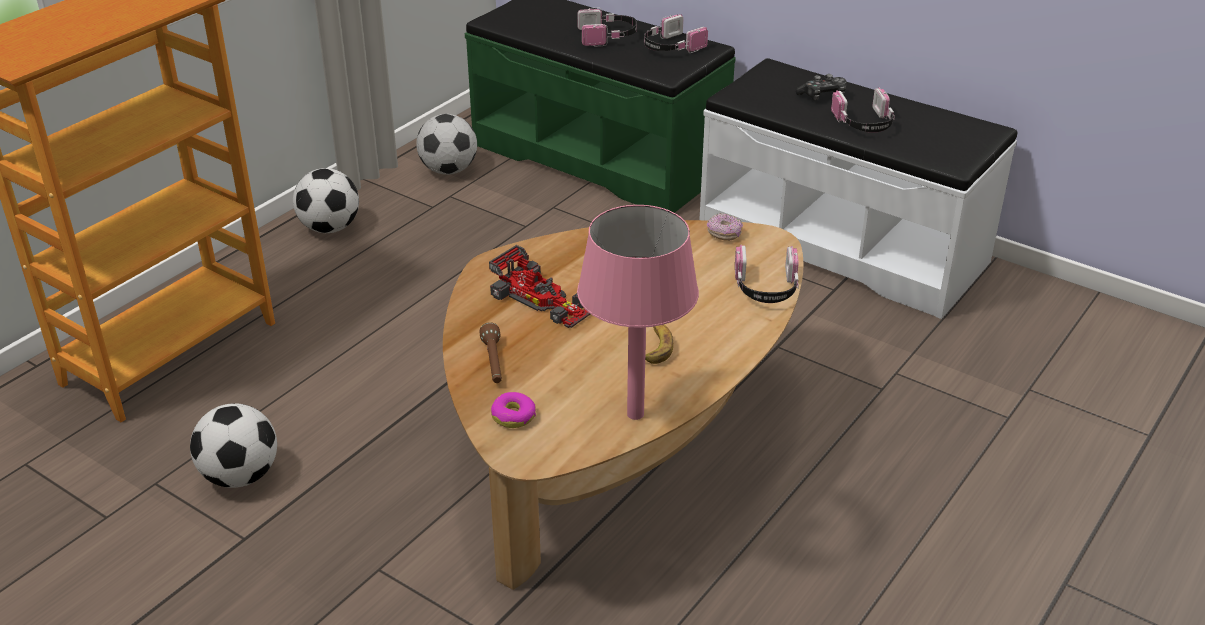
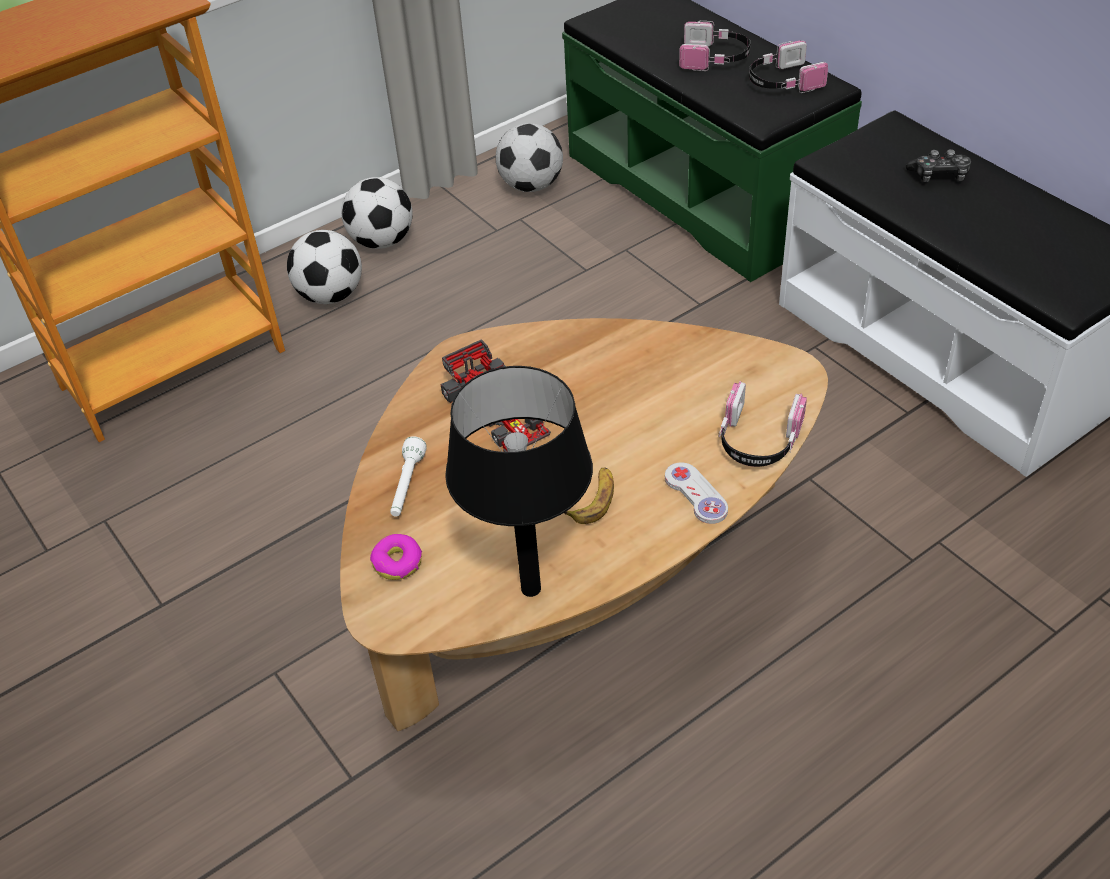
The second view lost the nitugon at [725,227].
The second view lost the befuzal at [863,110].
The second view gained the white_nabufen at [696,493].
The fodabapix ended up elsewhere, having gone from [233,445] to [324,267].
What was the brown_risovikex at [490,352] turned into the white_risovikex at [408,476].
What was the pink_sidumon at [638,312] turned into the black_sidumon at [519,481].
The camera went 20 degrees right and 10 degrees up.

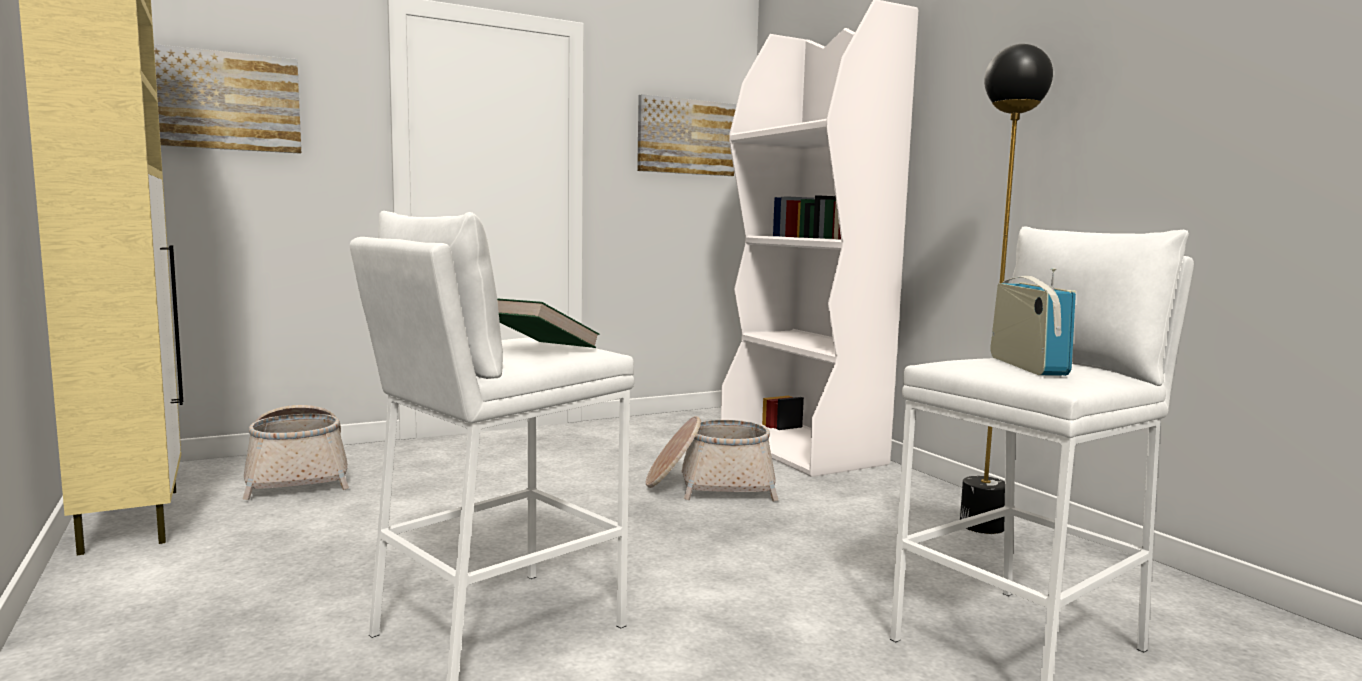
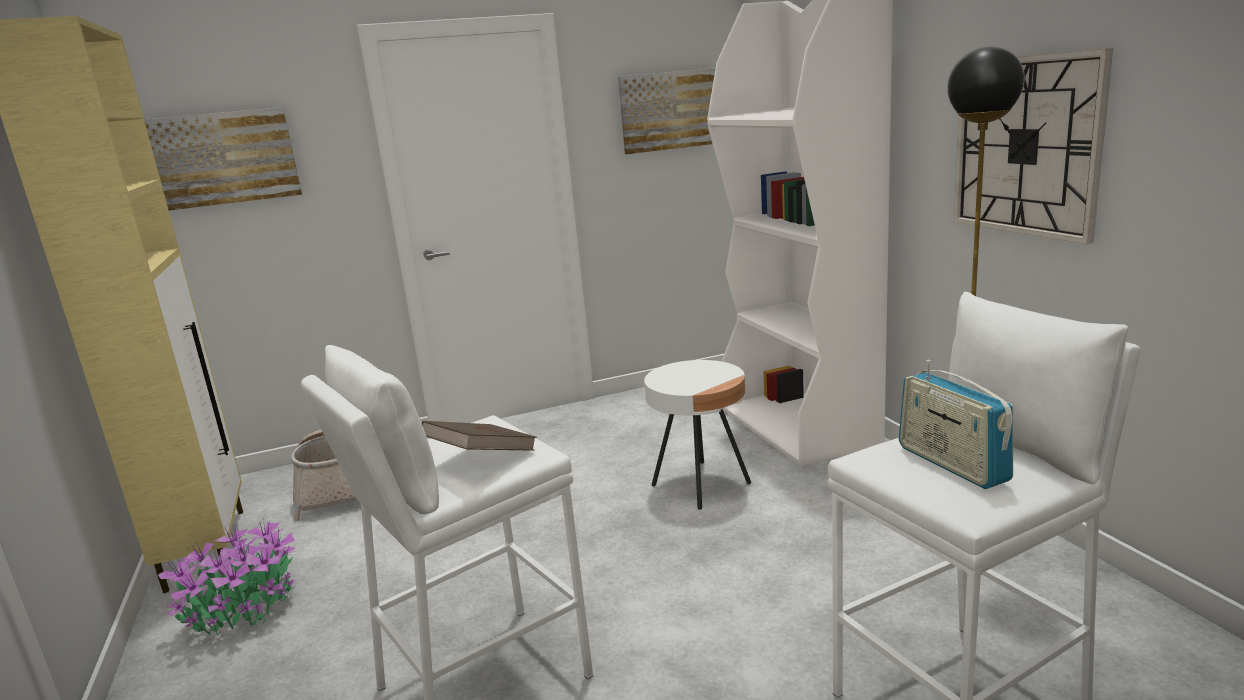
The second view gained the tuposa at [227,577].
The second view gained the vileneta at [1033,146].
Where the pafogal stood at [712,459], the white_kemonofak came to stand at [697,435].
What was the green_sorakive at [548,323] turned into the brown_sorakive at [479,436].
The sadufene at [1033,322] ended up facing another way, 150 degrees clockwise from before.
The camera went 10 degrees right and 10 degrees up.

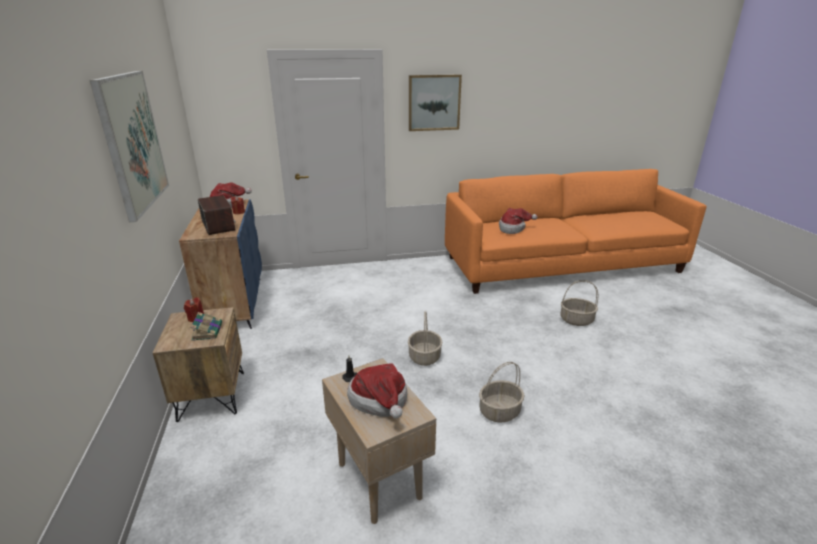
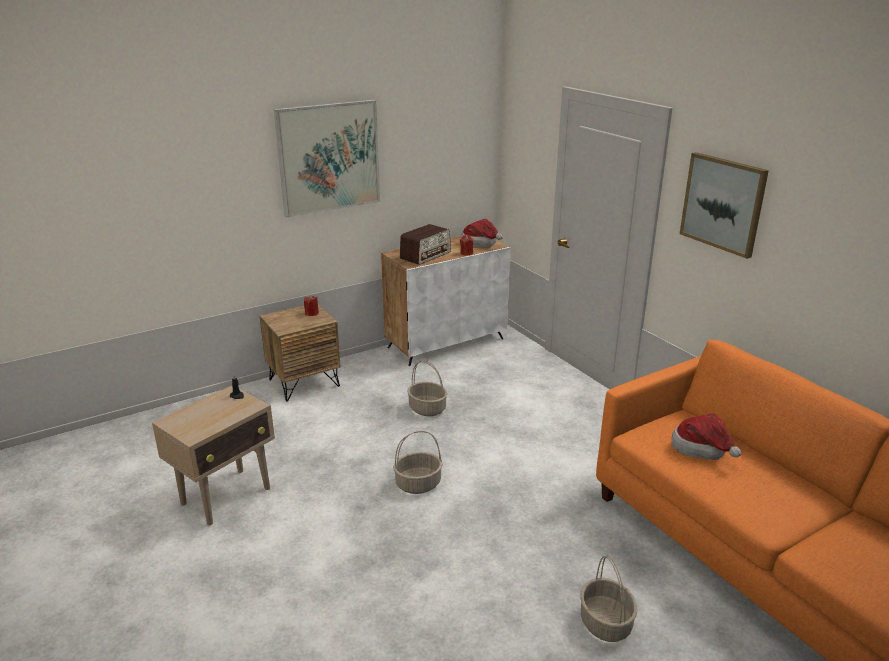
The second view lost the sorakive at [206,326].
The second view lost the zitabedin at [377,390].
The pafogal ended up elsewhere, having gone from [502,392] to [427,388].
What was the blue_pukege at [220,264] turned into the white_pukege at [446,301].
The camera went 70 degrees right and 0 degrees up.

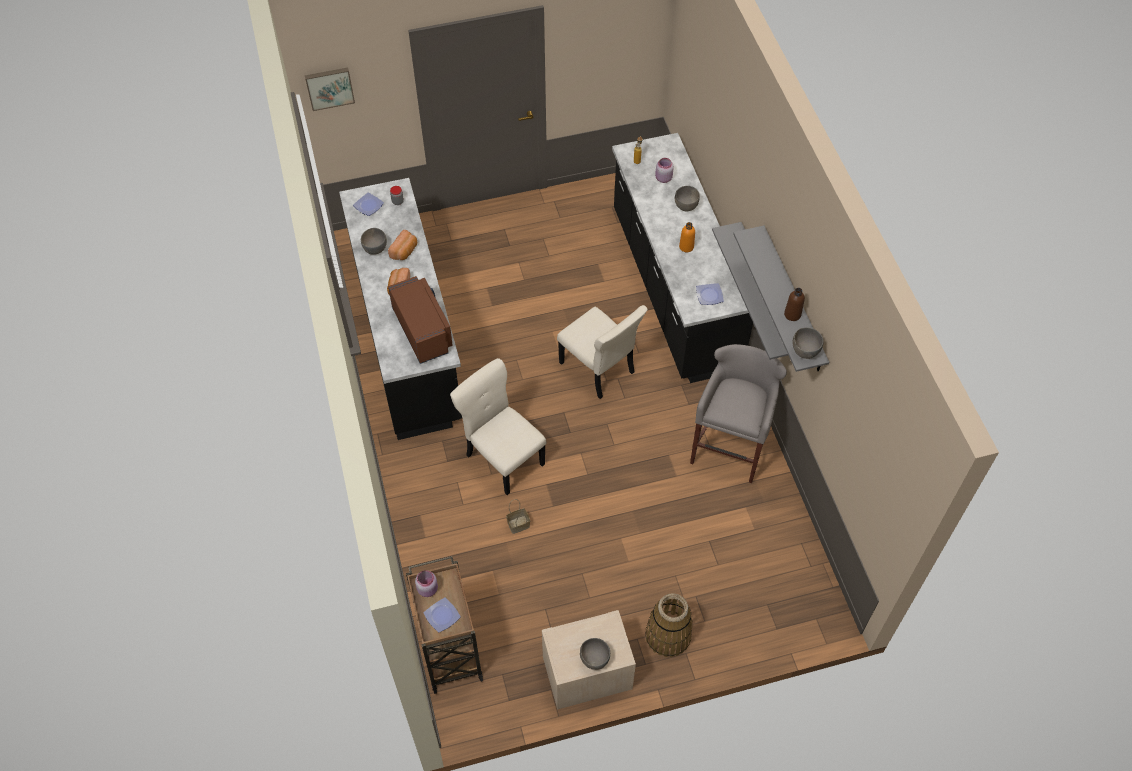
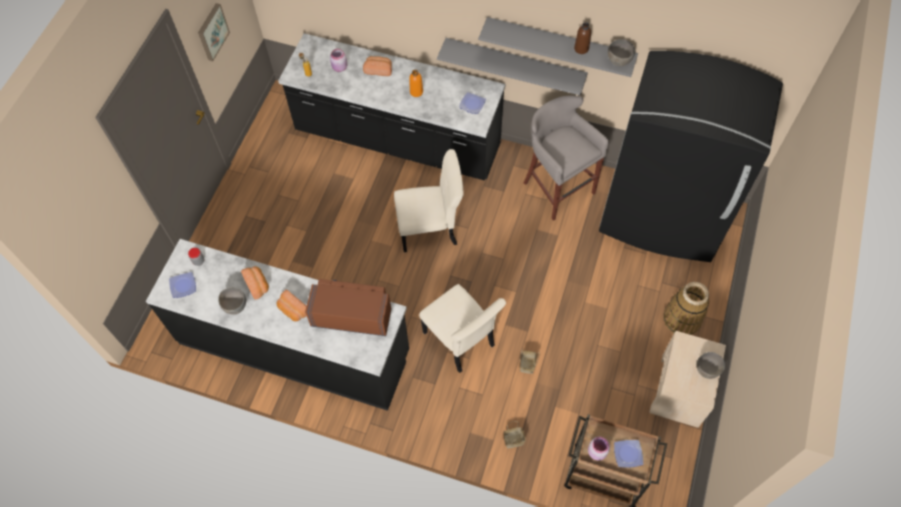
The second view gained the pafogal at [515,434].
The second view gained the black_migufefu at [691,156].
The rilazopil ended up elsewhere, having gone from [330,89] to [214,32].
Where the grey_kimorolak stood at [687,198], the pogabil came to stand at [377,66].
The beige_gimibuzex at [498,426] ended up facing another way, 120 degrees counterclockwise from before.
The camera went 55 degrees left and 5 degrees up.

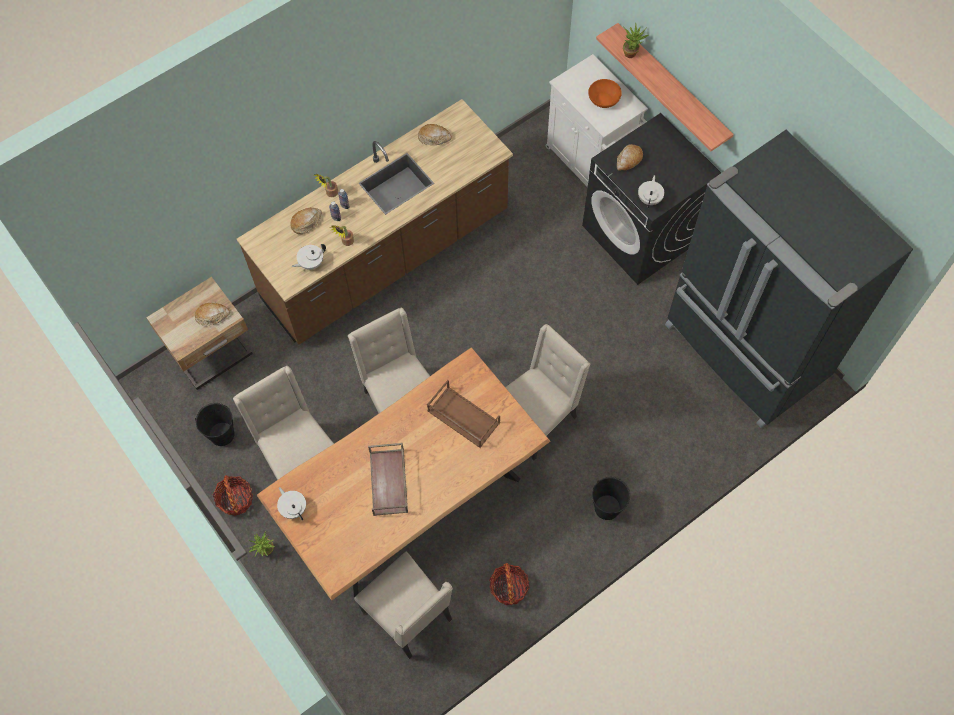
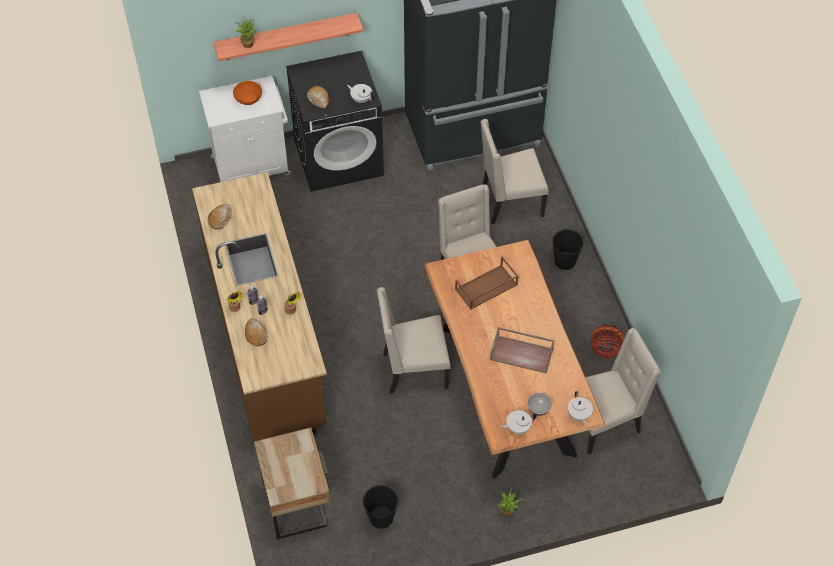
The second view lost the pogabil at [212,314].
The second view lost the pafogal at [233,495].
The second view gained the kimorolak at [539,404].
The beige_gimibuzex ended up elsewhere, having gone from [283,423] to [515,171].
The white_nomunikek ended up elsewhere, having gone from [309,257] to [580,408].
The camera went 70 degrees left and 10 degrees down.

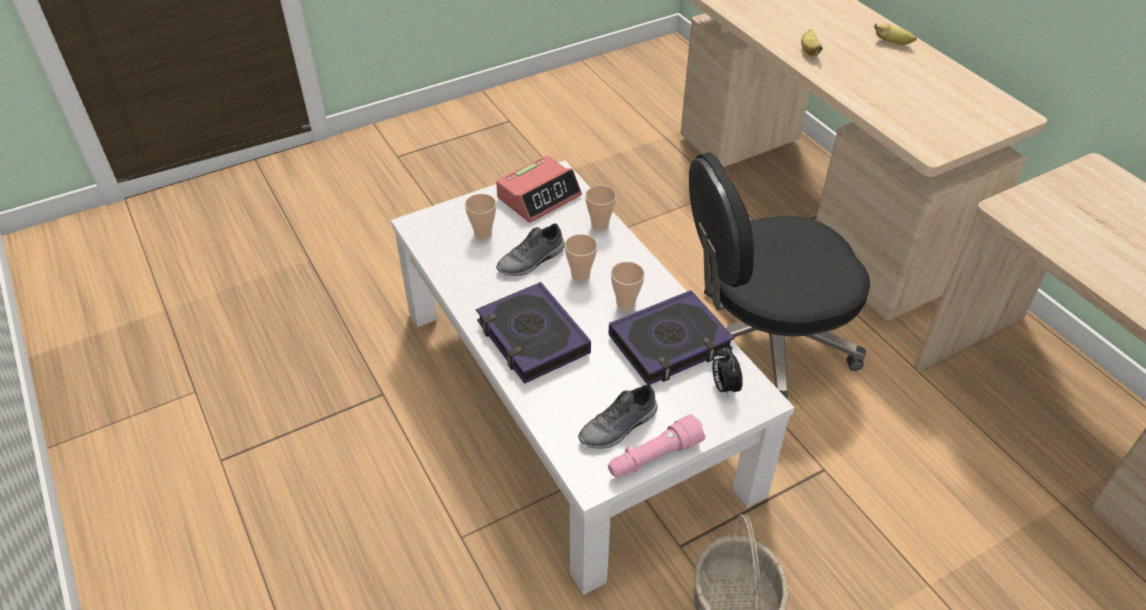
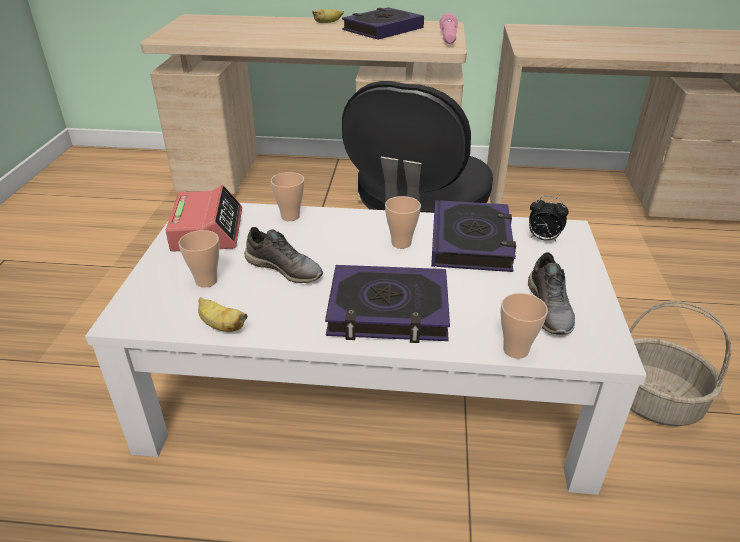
The second view gained the sorakive at [383,23].
The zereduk ended up elsewhere, having gone from [581,258] to [524,326].
The pink_risovikex ended up elsewhere, having gone from [656,445] to [449,28].
The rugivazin ended up elsewhere, having gone from [812,42] to [222,314].
The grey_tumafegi at [530,250] ended up facing another way, 60 degrees counterclockwise from before.
The camera went 55 degrees left and 10 degrees down.

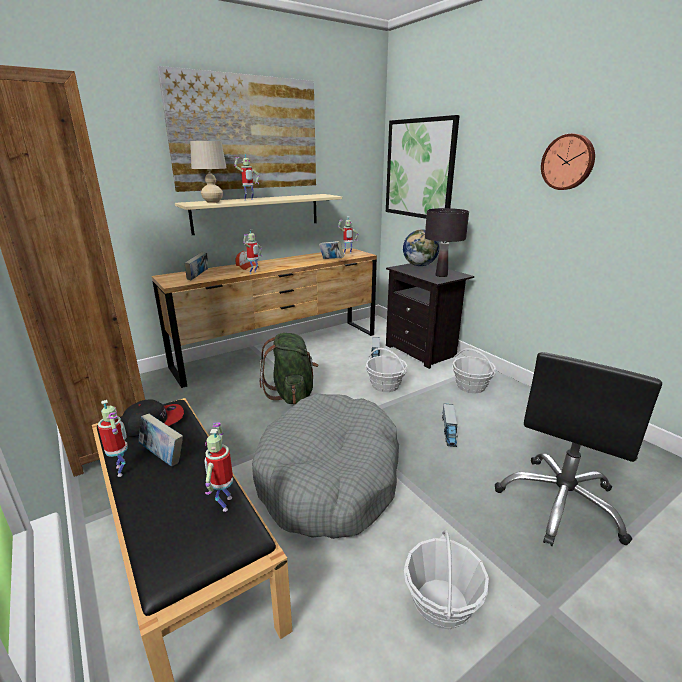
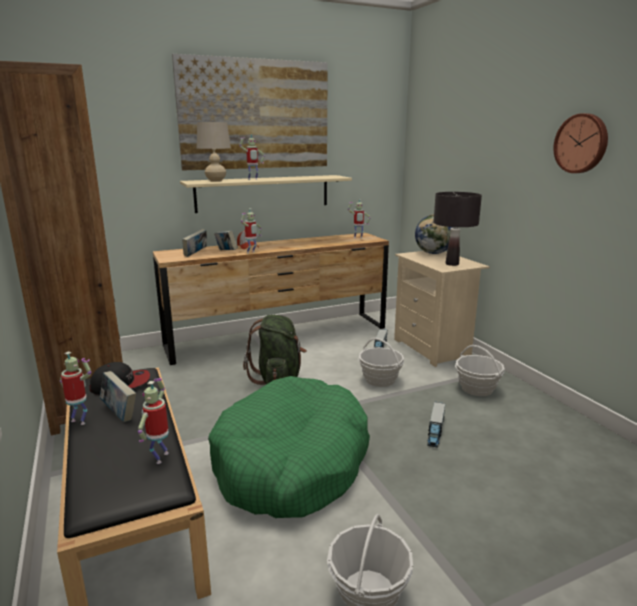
The second view lost the rilazopil at [423,167].
The second view lost the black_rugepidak at [578,449].
The sorakive ended up elsewhere, having gone from [331,250] to [226,240].
What was the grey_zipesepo at [325,466] turned into the green_zipesepo at [289,447].
What was the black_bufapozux at [430,316] turned into the beige_bufapozux at [442,309].
The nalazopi at [113,438] ended up facing another way, 45 degrees counterclockwise from before.
The camera went 10 degrees right and 5 degrees down.

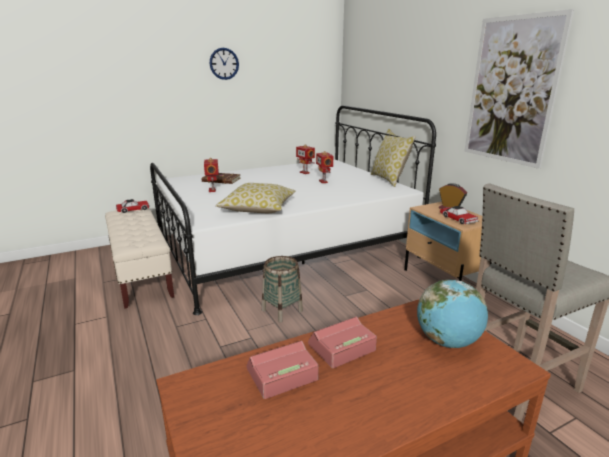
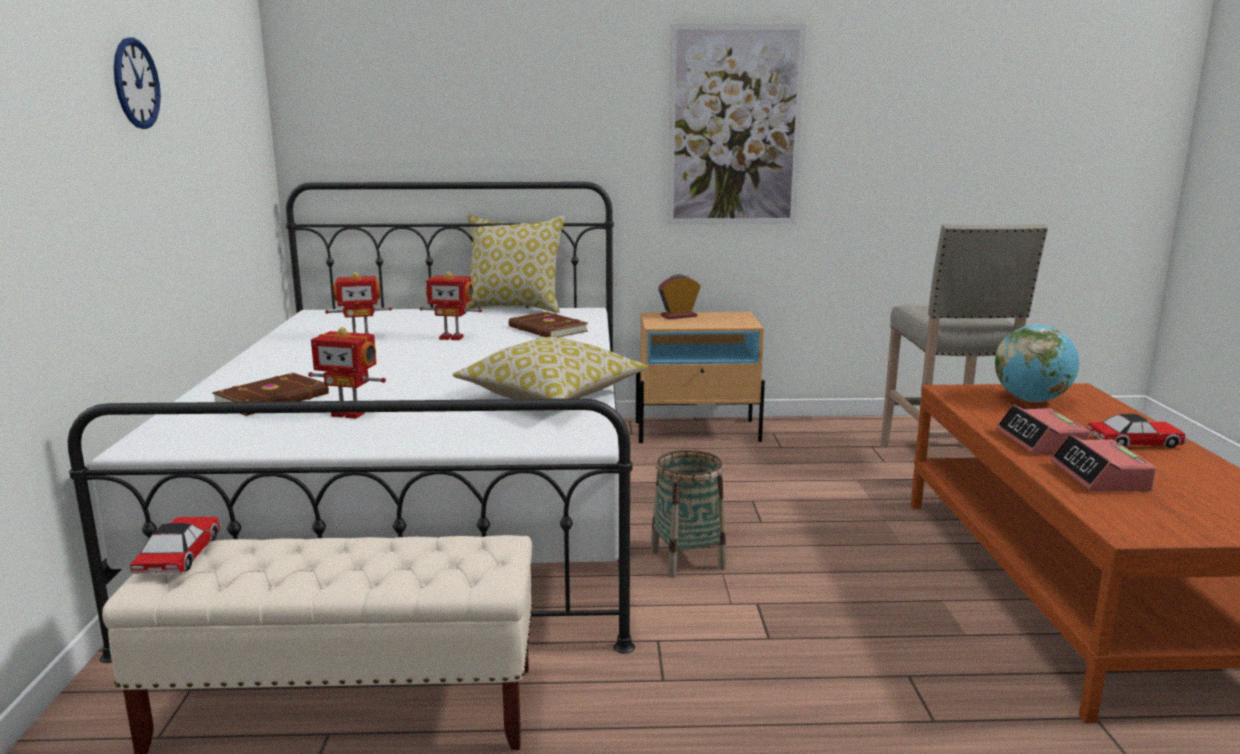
The second view gained the brown_sorakive at [548,325].
The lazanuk ended up elsewhere, having gone from [459,215] to [1136,431].
The camera went 65 degrees left and 5 degrees down.

